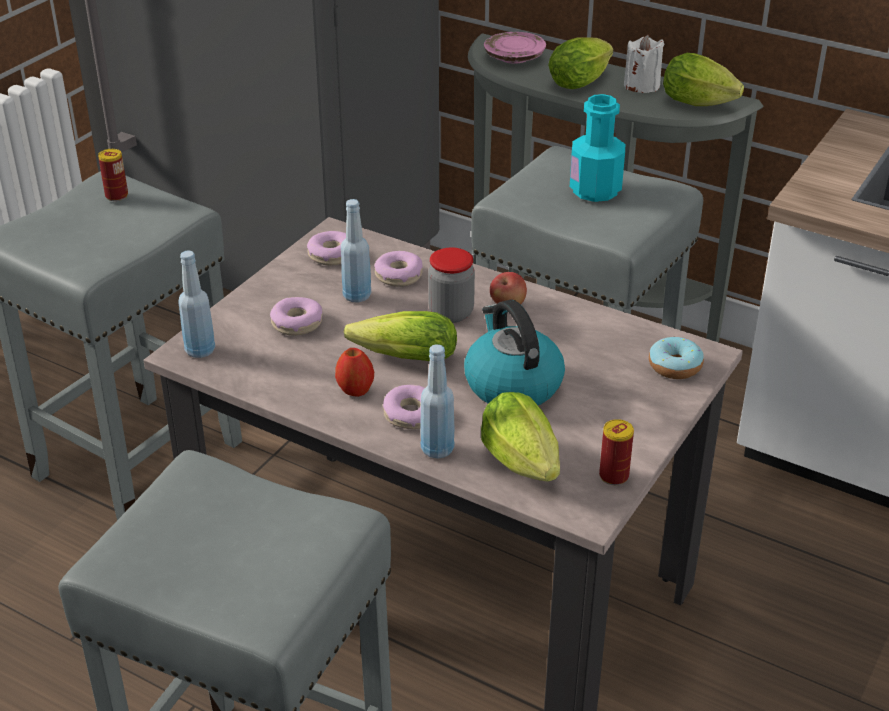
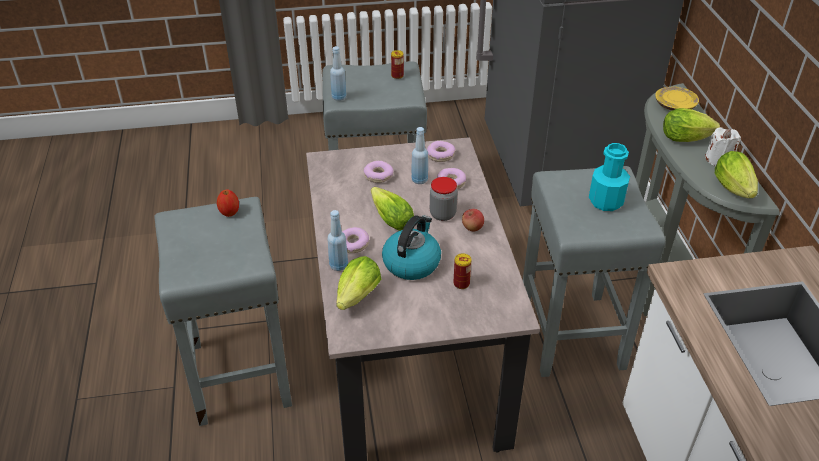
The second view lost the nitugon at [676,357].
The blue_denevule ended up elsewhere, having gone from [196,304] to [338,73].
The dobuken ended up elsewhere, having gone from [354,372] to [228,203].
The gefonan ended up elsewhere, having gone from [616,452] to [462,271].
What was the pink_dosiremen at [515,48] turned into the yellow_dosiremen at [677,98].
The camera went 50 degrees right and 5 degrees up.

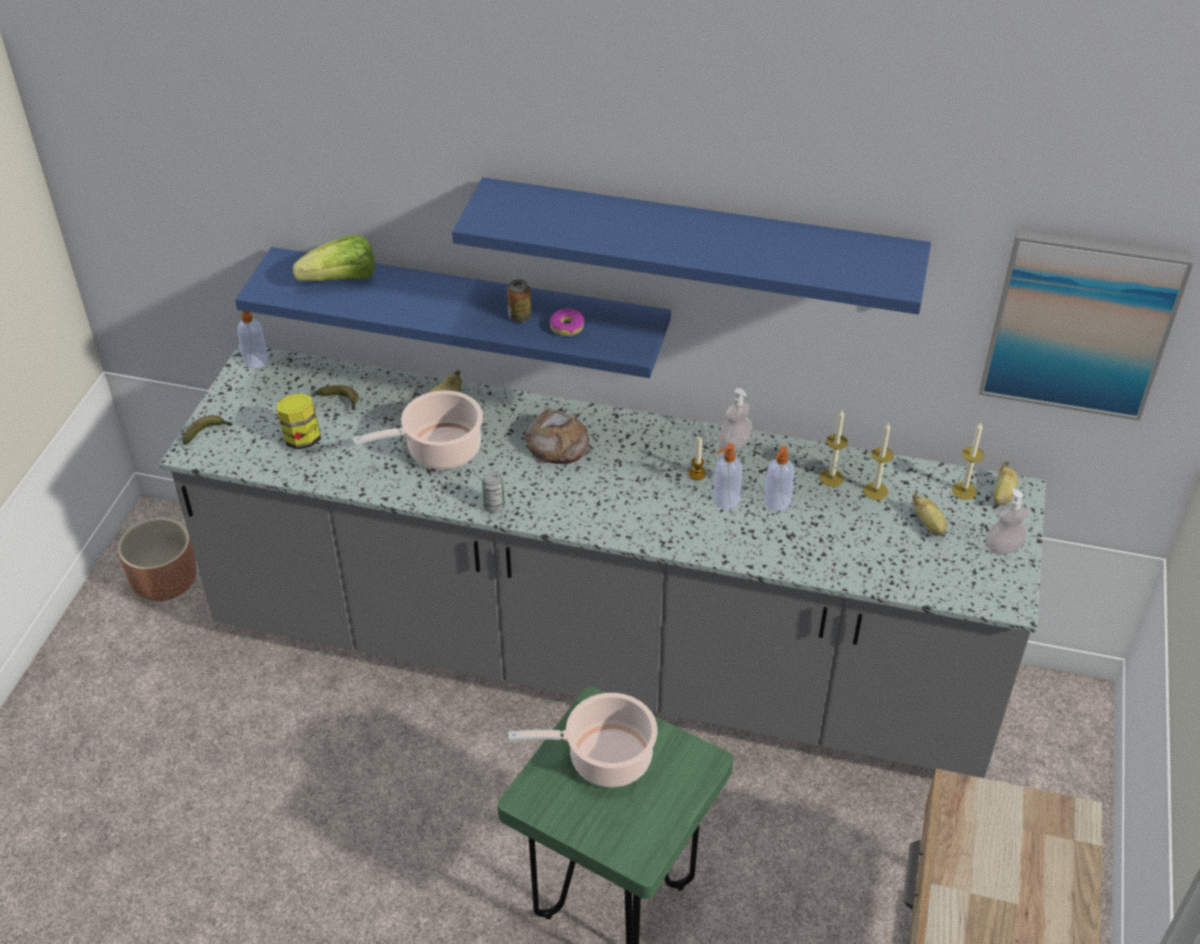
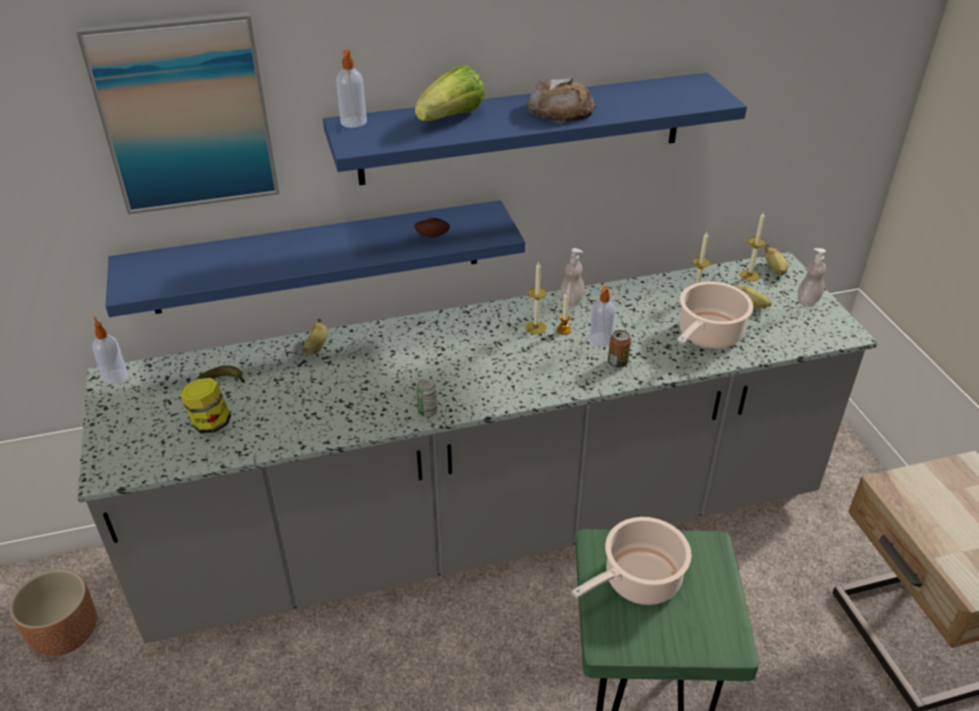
The second view lost the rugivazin at [207,430].
The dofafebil ended up elsewhere, having gone from [334,258] to [450,93].
The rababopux ended up elsewhere, having gone from [418,430] to [715,315].
The gefonan ended up elsewhere, having gone from [519,301] to [619,349].
The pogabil ended up elsewhere, having gone from [557,436] to [561,100].
The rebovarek ended up elsewhere, having gone from [779,478] to [351,89].
The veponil ended up elsewhere, having gone from [833,448] to [536,298].
The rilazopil ended up elsewhere, having gone from [1086,325] to [177,112].
Where the nitugon stood at [567,322], the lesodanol came to stand at [432,227].
The camera went 30 degrees left and 5 degrees down.

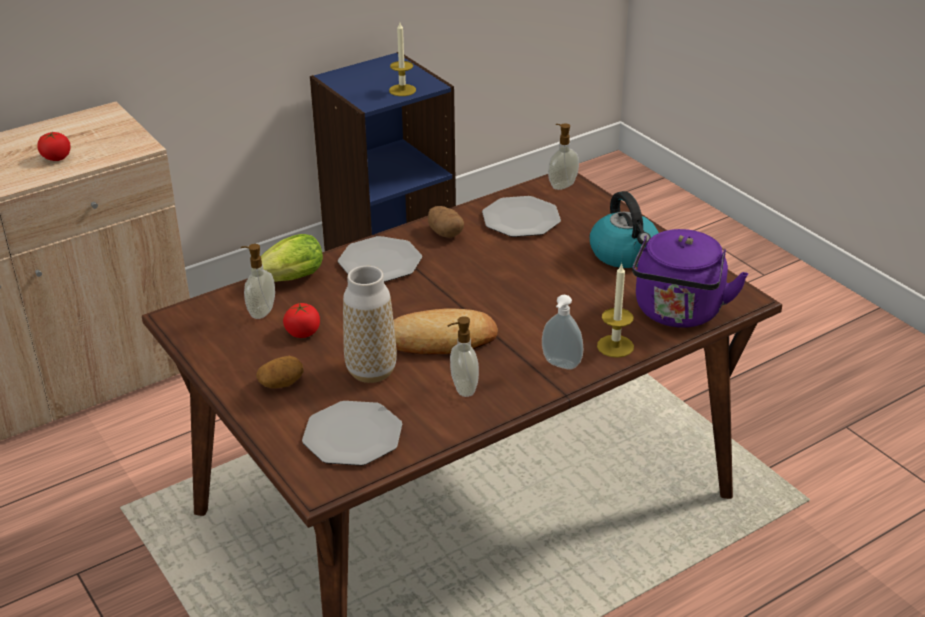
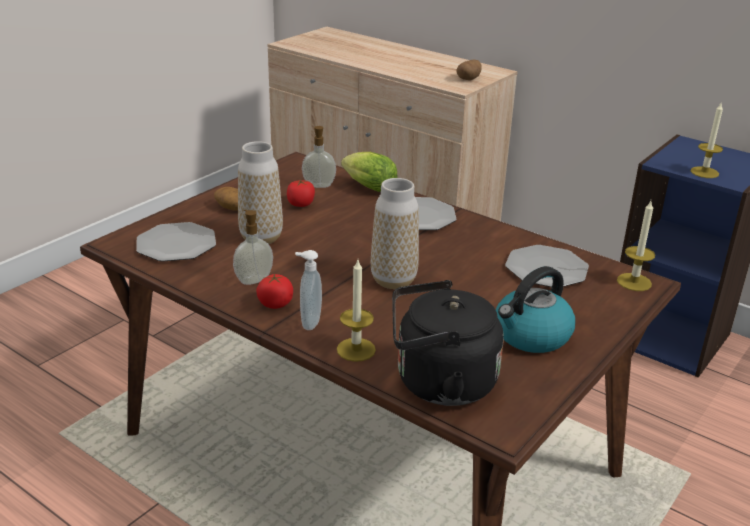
The second view lost the pogabil at [445,331].
The second view gained the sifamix at [395,233].
The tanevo ended up elsewhere, having gone from [54,146] to [274,291].
The lesodanol ended up elsewhere, having gone from [446,222] to [469,70].
Where the rebovarek stood at [563,156], the veponil came to stand at [636,246].
What was the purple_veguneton at [690,278] turned into the black_veguneton at [448,343].
The camera went 70 degrees right and 5 degrees down.

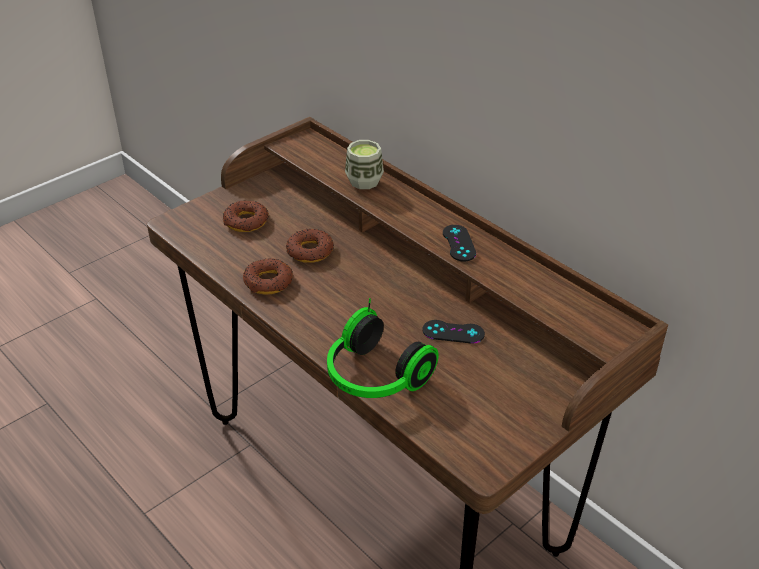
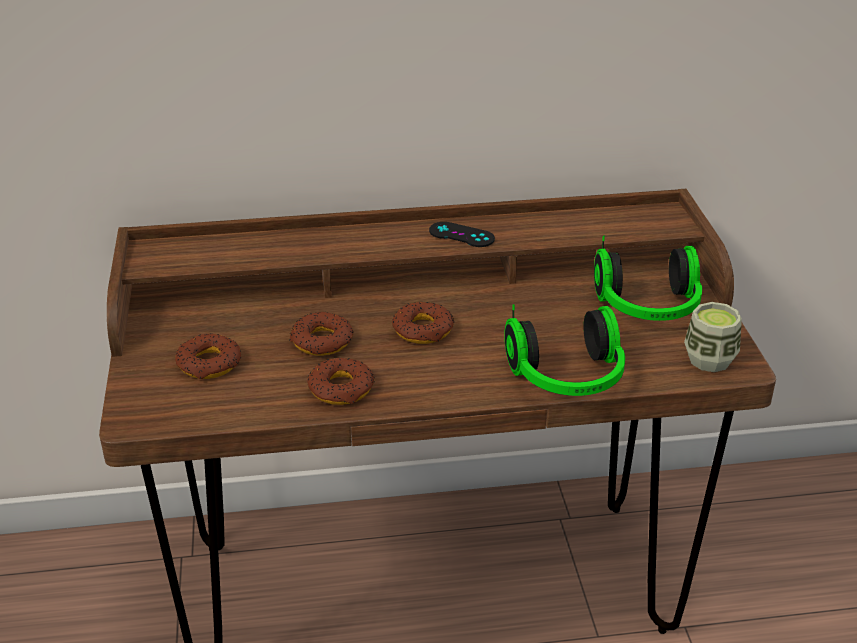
The second view lost the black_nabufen at [454,332].
The second view gained the nitugon at [423,323].
The second view gained the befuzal at [648,278].
The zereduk ended up elsewhere, having gone from [364,164] to [713,337].
The camera went 55 degrees left and 5 degrees down.

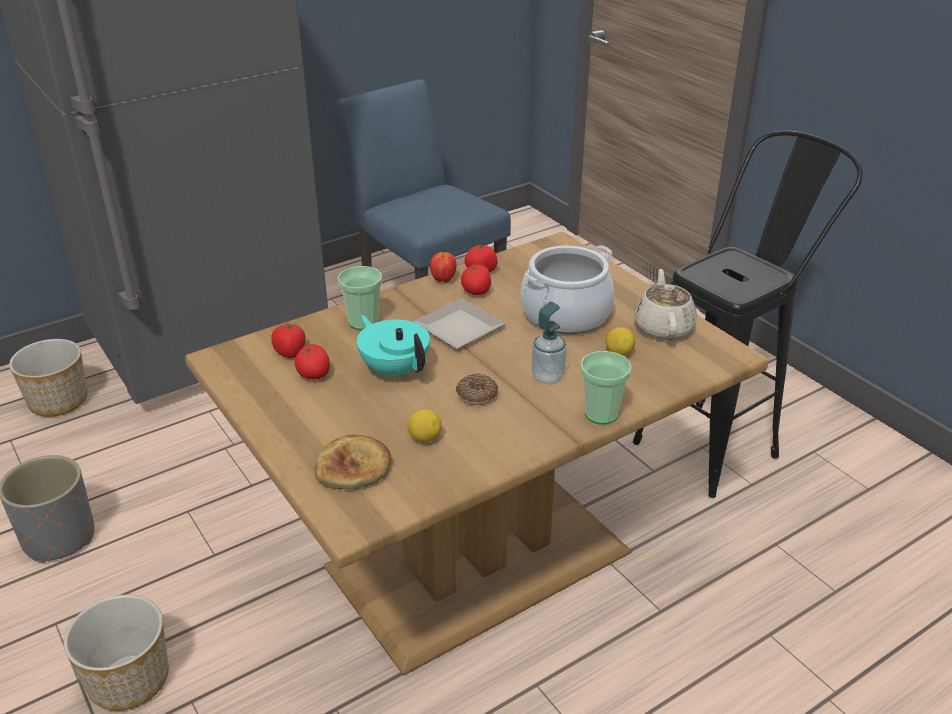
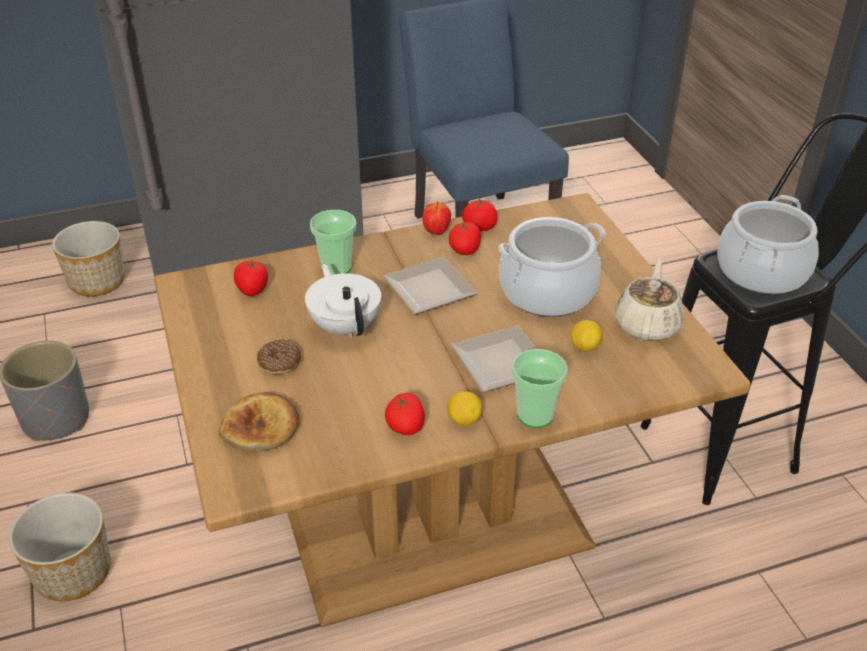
The second view gained the rababopux at [768,245].
The tanevo ended up elsewhere, having gone from [312,361] to [405,414].
The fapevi ended up elsewhere, having gone from [424,425] to [464,408].
The nitugon ended up elsewhere, having gone from [477,389] to [279,356].
Where the rebovarek stood at [549,342], the dosiremen came to stand at [493,358].
What was the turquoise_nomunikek at [393,347] turned into the white_nomunikek at [343,300].
The camera went 15 degrees right and 5 degrees up.

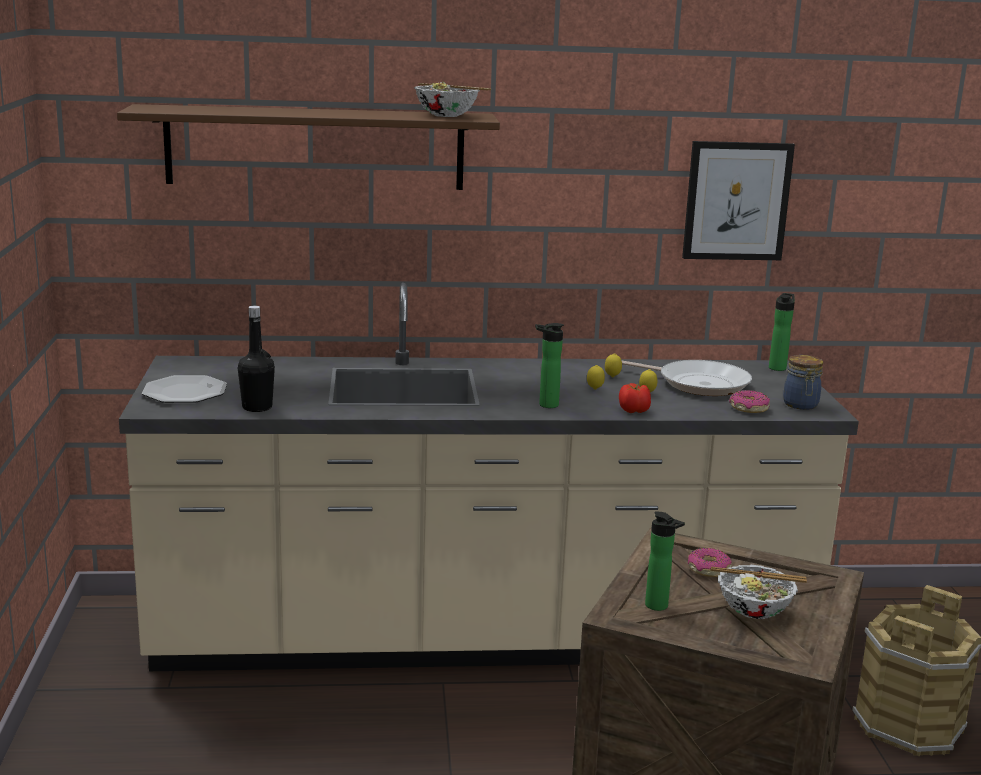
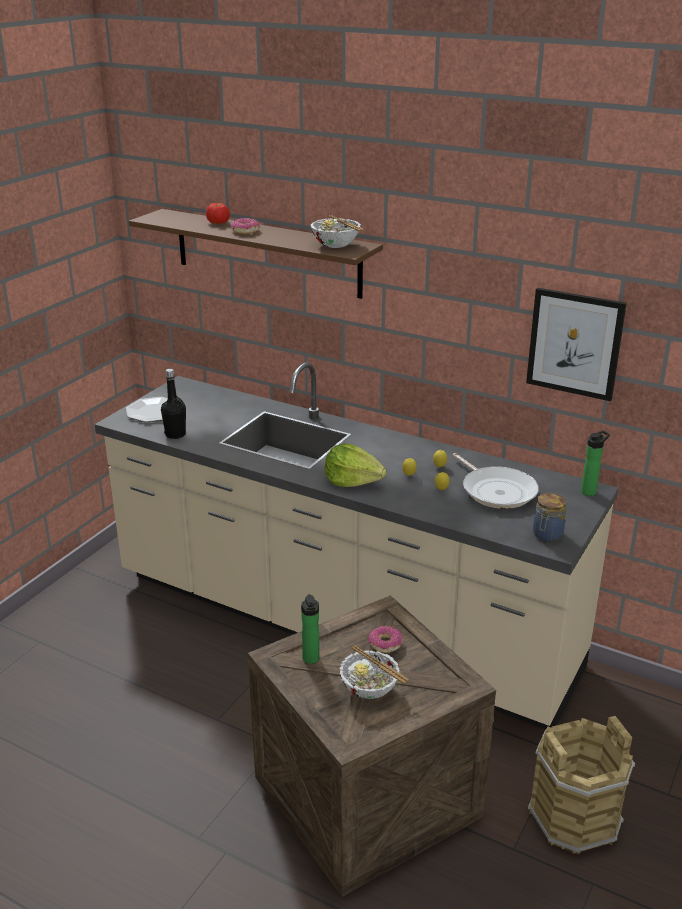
The tanevo ended up elsewhere, having gone from [635,398] to [218,213].
The nitugon ended up elsewhere, having gone from [749,401] to [245,226].
Where the denevule stood at [549,365], the dofafebil came to stand at [355,465].
The camera went 35 degrees right and 10 degrees up.

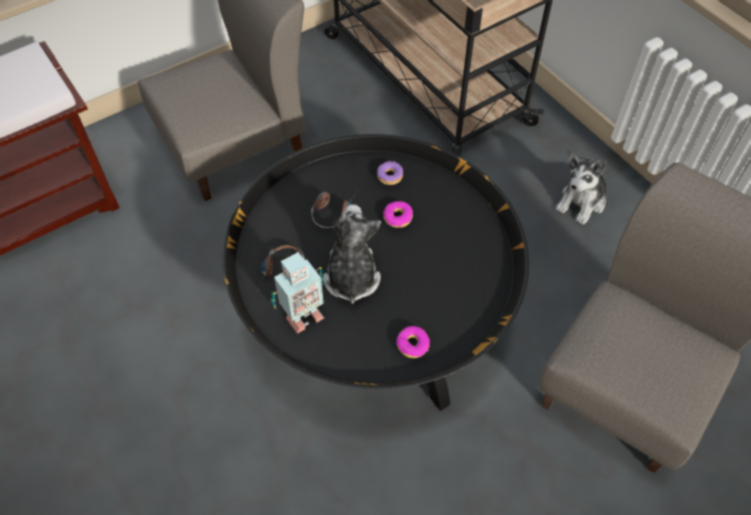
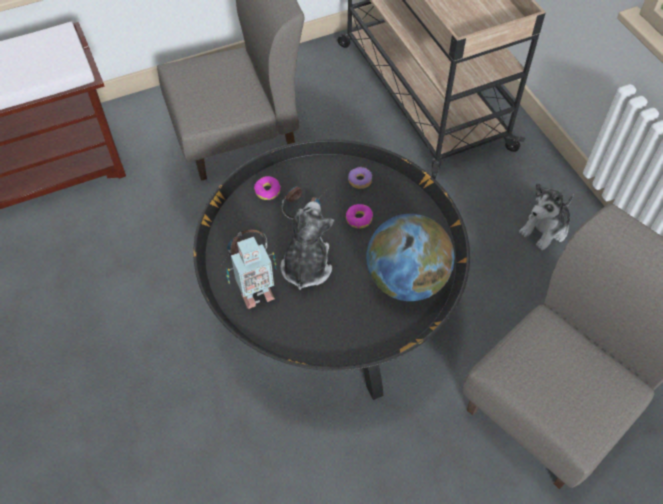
The second view gained the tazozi at [410,257].
The nitugon ended up elsewhere, having gone from [413,342] to [267,188].
The camera went 10 degrees right and 0 degrees up.

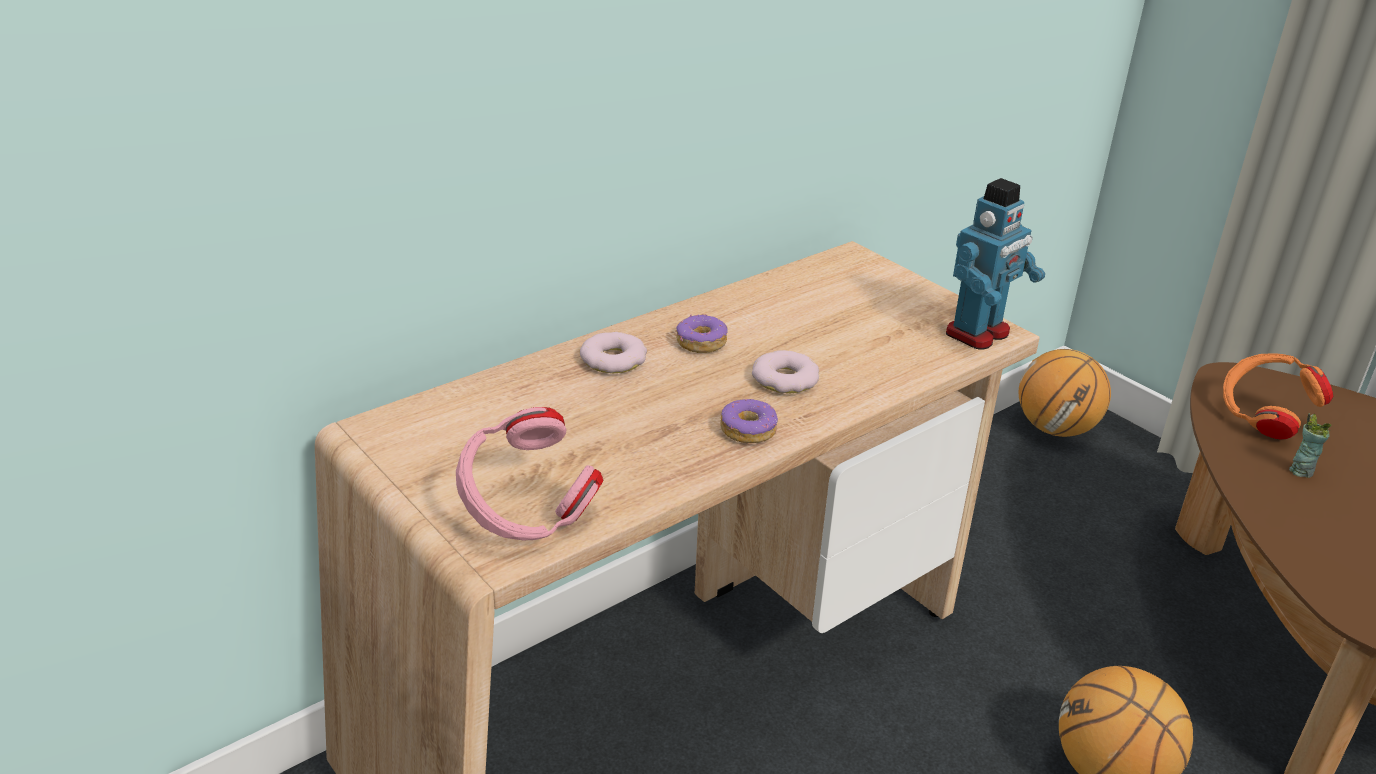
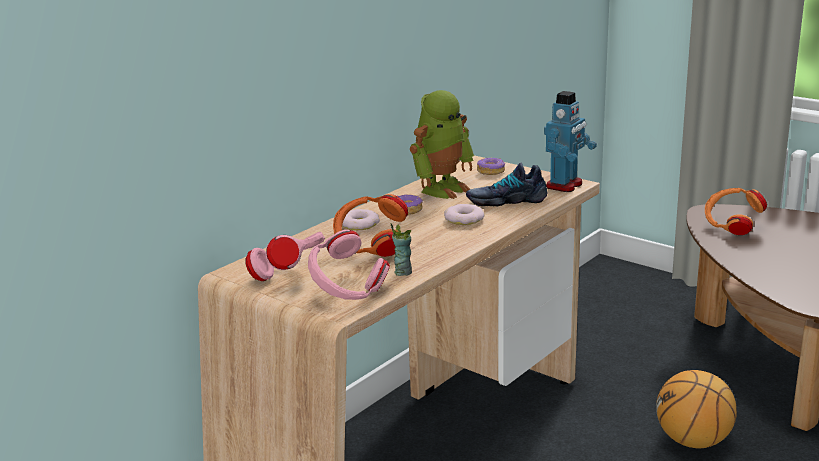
The second view lost the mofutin at [1065,393].
The second view gained the pink_befuzal at [285,256].
The second view gained the orange_befuzal at [370,225].
The second view gained the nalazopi at [442,144].
The second view gained the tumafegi at [506,184].
The nitugon ended up elsewhere, having gone from [749,421] to [491,166].
The zereduk ended up elsewhere, having gone from [1310,445] to [401,249].
The camera went 10 degrees left and 10 degrees down.

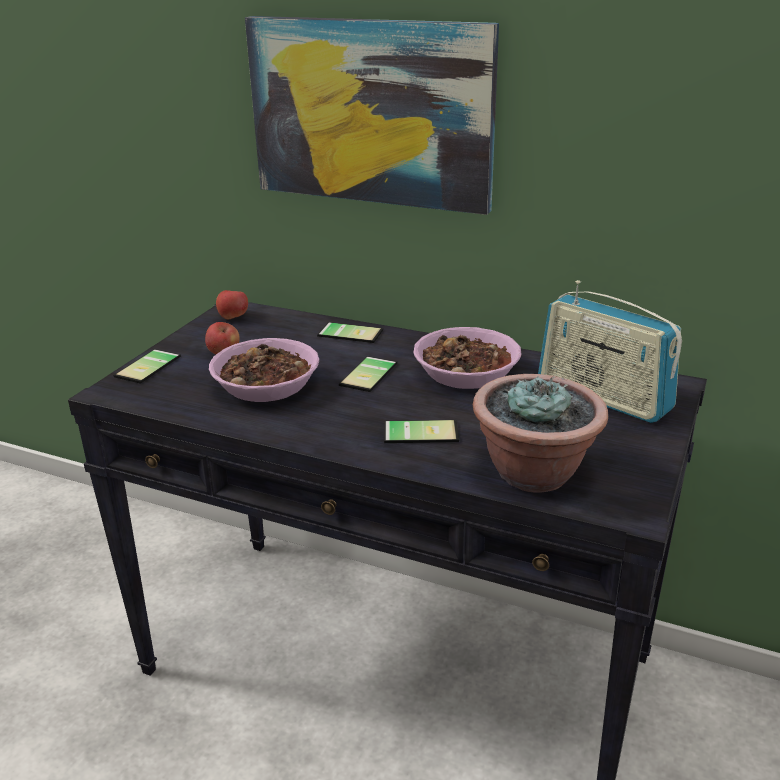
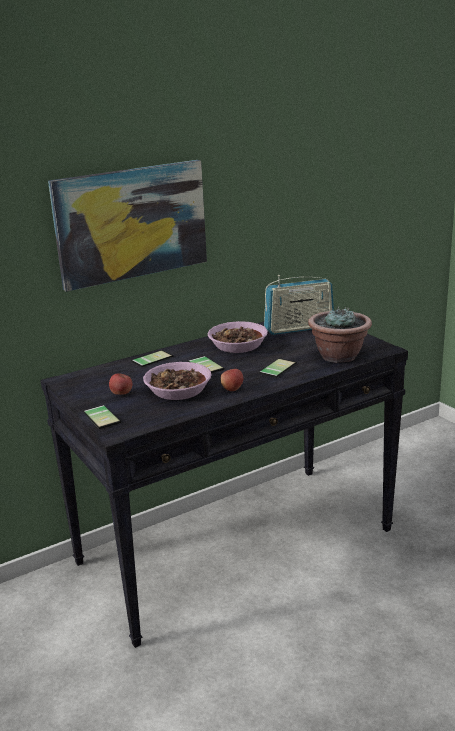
The dobuken ended up elsewhere, having gone from [232,304] to [232,380].
The camera went 55 degrees left and 5 degrees down.

